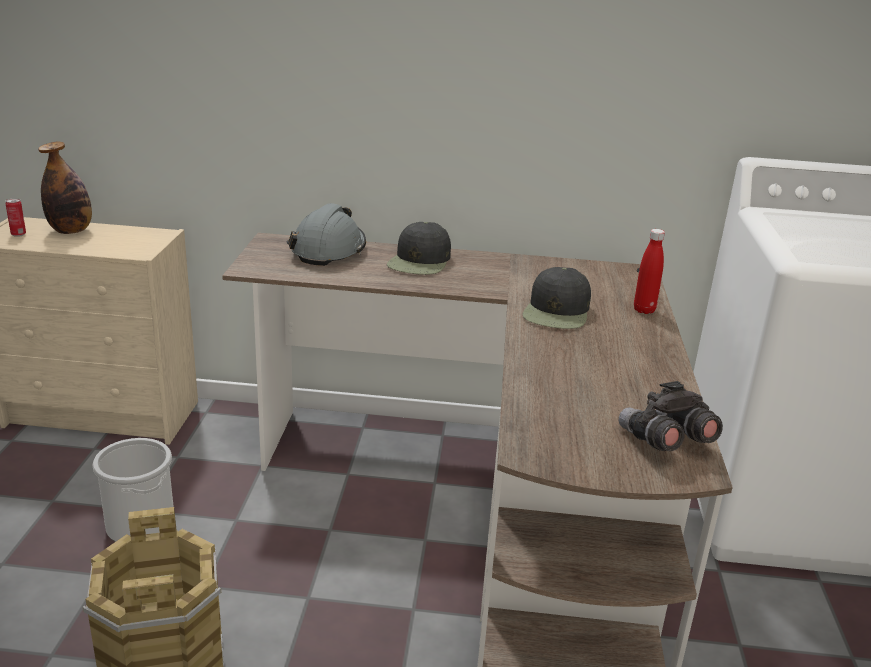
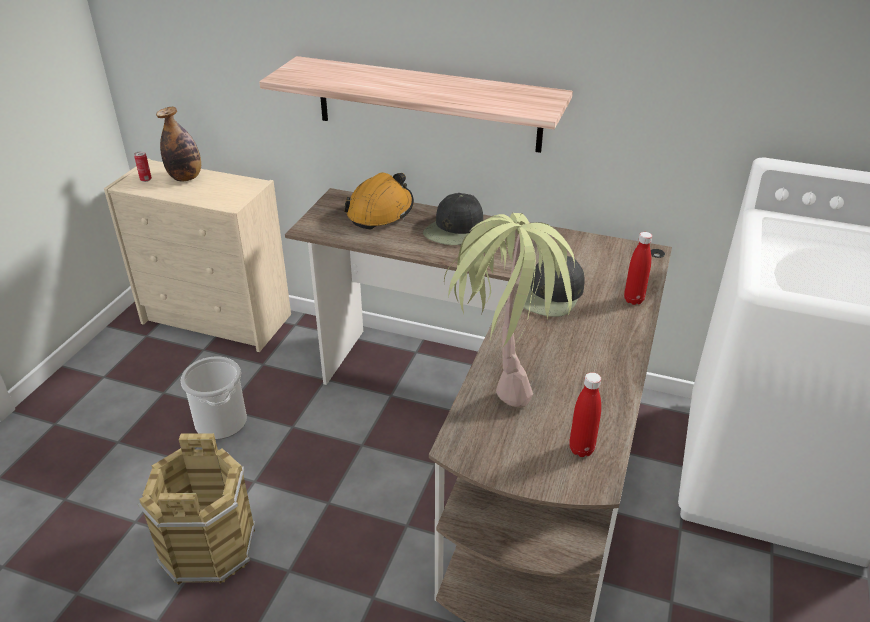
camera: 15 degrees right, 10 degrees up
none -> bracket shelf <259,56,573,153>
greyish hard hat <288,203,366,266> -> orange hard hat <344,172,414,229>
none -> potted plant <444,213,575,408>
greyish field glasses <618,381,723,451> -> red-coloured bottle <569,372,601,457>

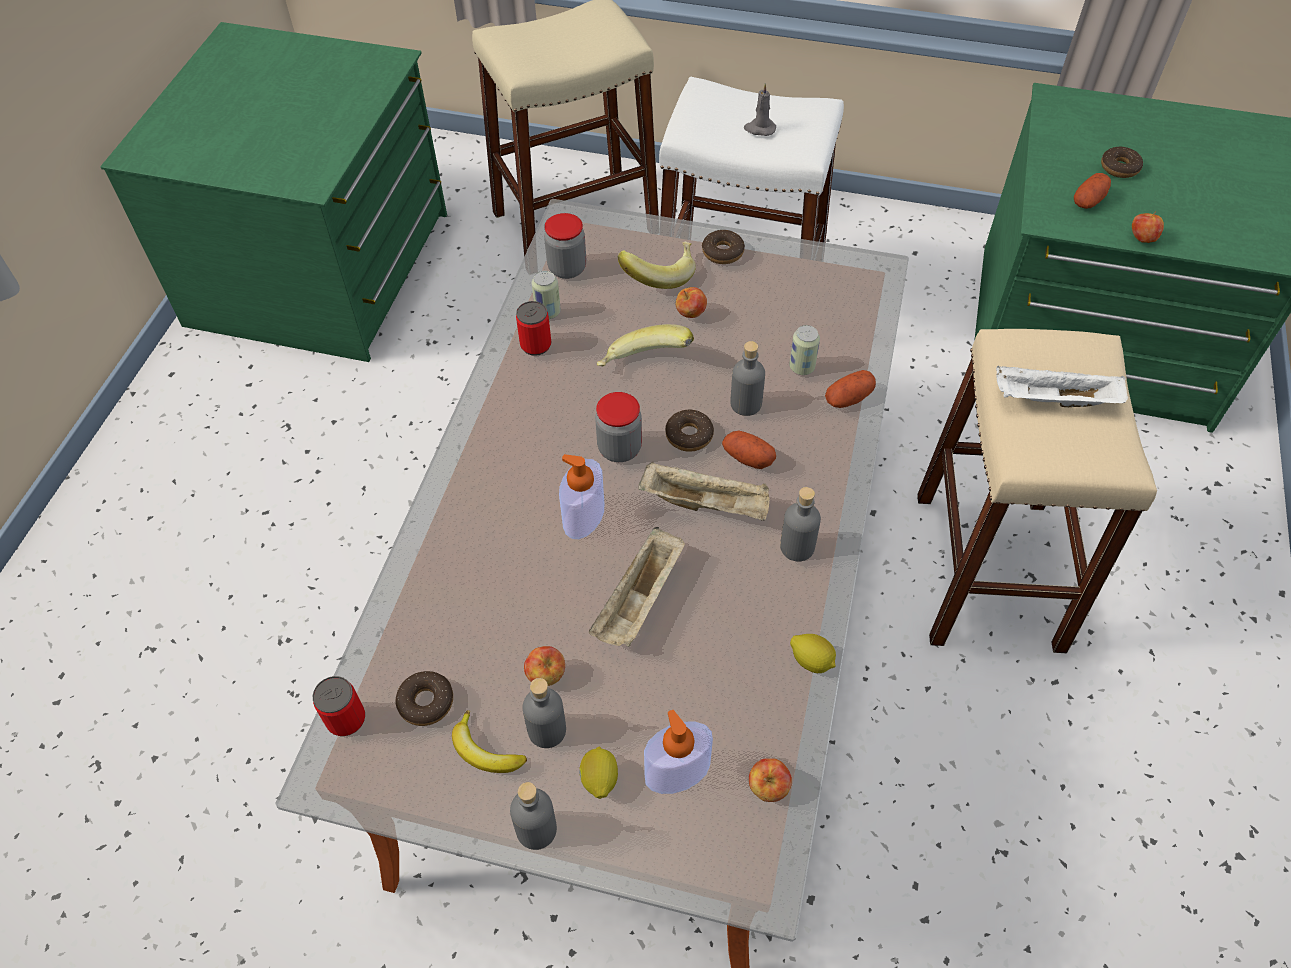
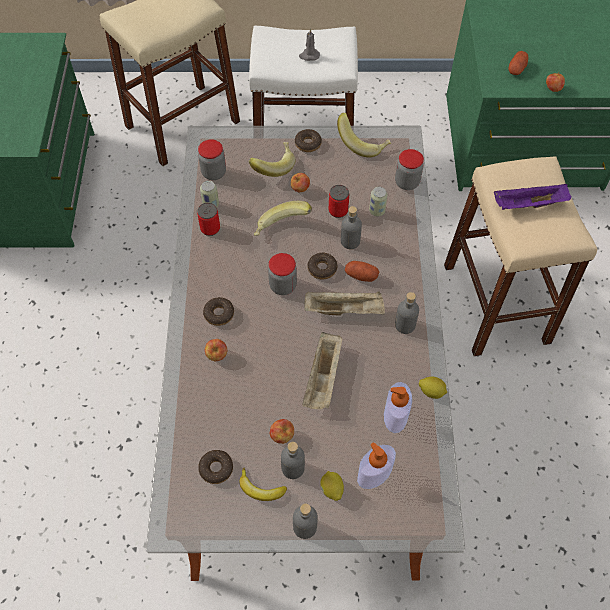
camera: 15 degrees left, 5 degrees up
donut <1101,147,1143,178> -> donut <203,297,234,326>, relocated
whole apple <749,758,792,802> -> whole apple <205,339,227,362>, relocated
can <313,676,365,736> -> can <328,185,349,218>, relocated
none -> banana fruit <337,113,391,157>
soap bottle <559,454,604,539> -> soap bottle <384,382,412,433>, relocated
none -> preserve jar <395,149,424,190>
whitish tray <996,365,1128,407> -> purple-coloured tray <494,183,571,210>
potato <825,370,876,408> -> none

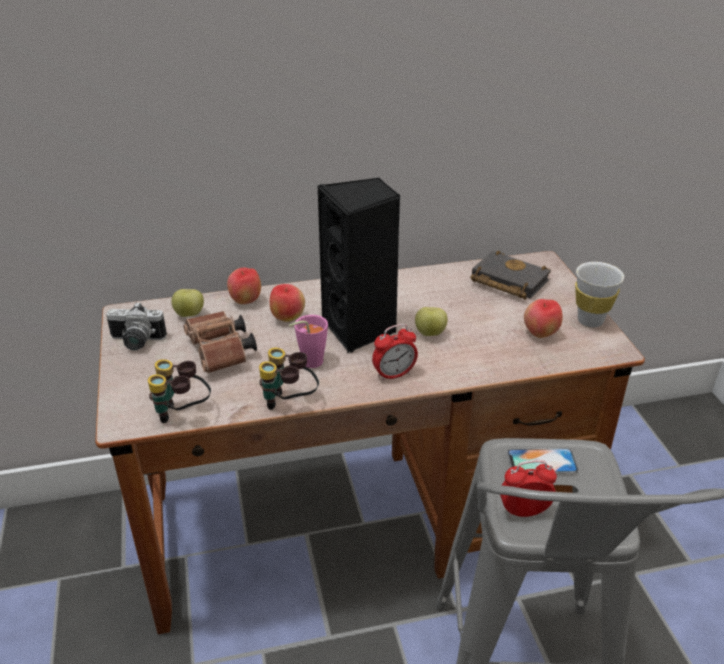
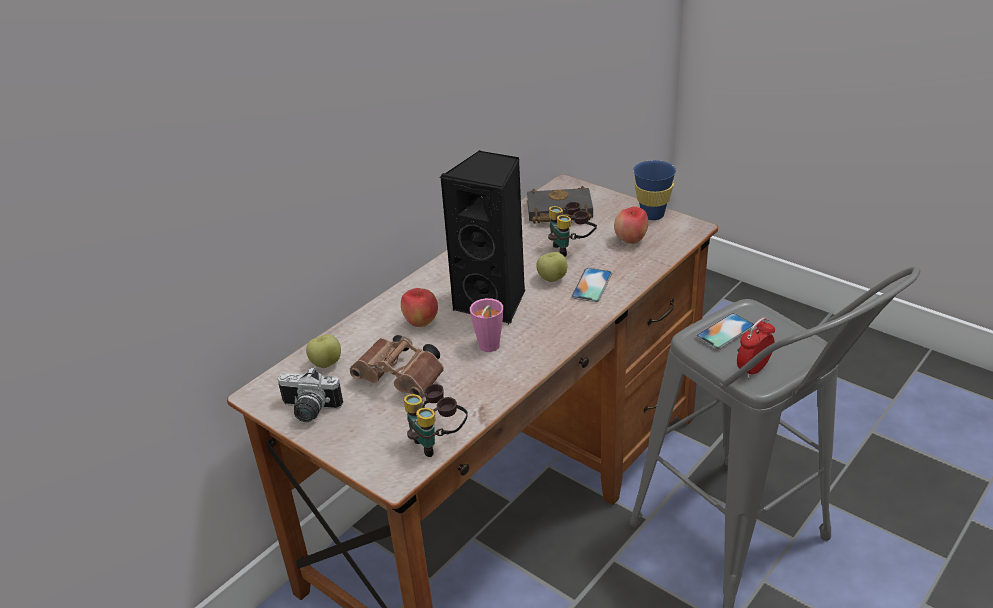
camera: 35 degrees left, 0 degrees up
photo camera <106,302,167,351> -> photo camera <278,367,343,422>, 45 degrees clockwise
field glasses <259,348,319,410> -> field glasses <548,202,597,257>, relocated
none -> handset <571,268,612,302>
whitish small cup <575,262,624,328> -> blue-coloured small cup <633,160,676,220>
whole apple <227,267,261,304> -> none
table clock <372,324,418,381> -> none

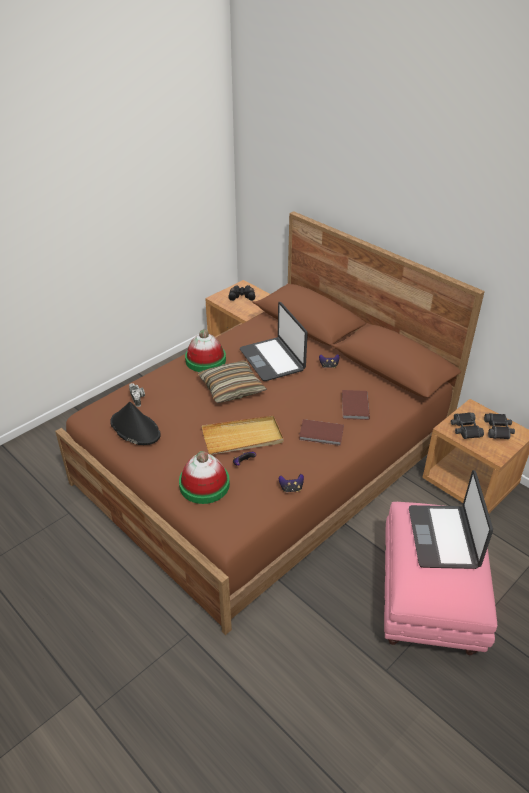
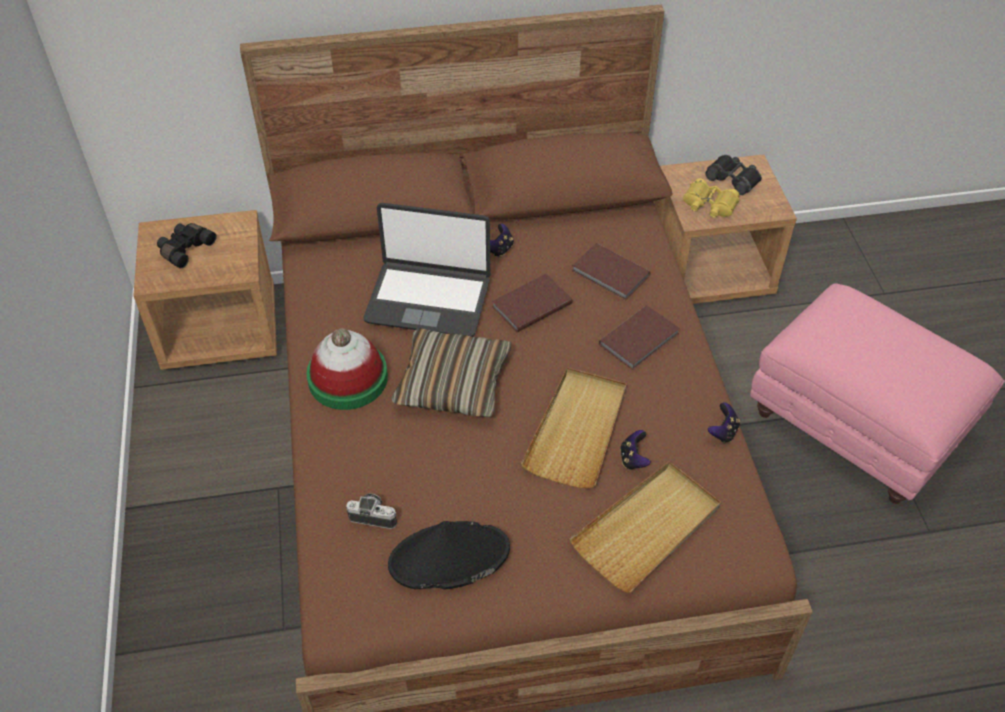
camera: 55 degrees left, 10 degrees up
none -> brownish bound book <492,274,573,332>
wearable hat <179,451,230,504> -> sand-coloured tray <570,462,721,593>
black field glasses <451,412,484,439> -> yellowish field glasses <683,178,739,218>
portable computer <409,470,493,569> -> none

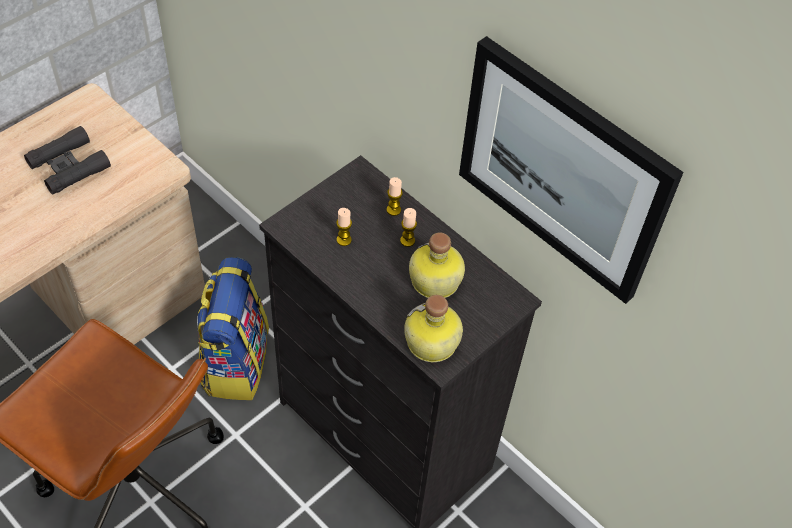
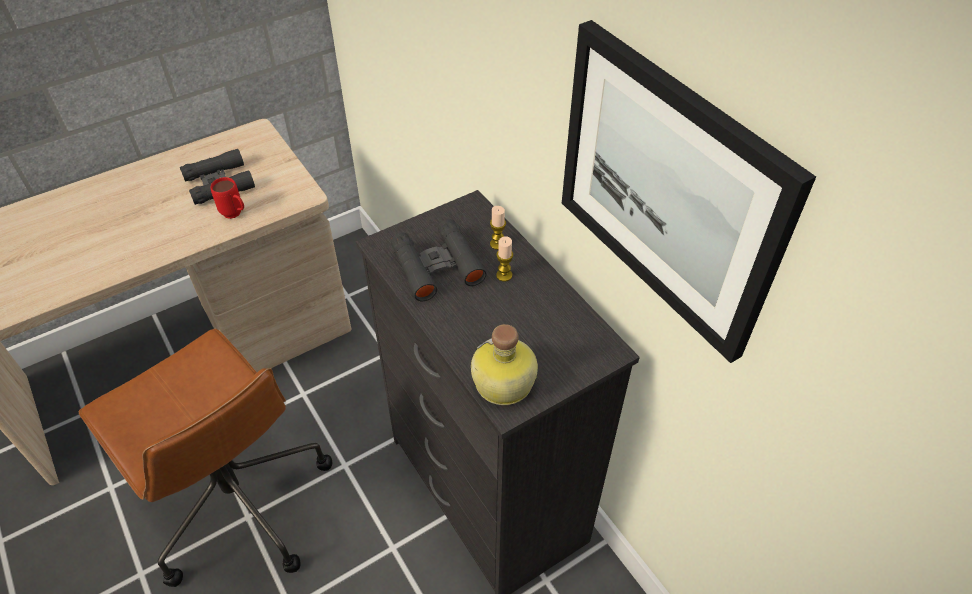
camera: 15 degrees right, 5 degrees down
none -> red-coloured coffee mug <211,177,244,219>
wax light <336,208,352,246> -> black field glasses <391,219,486,301>
rucksack <197,257,269,400> -> none
bottle <409,233,465,298> -> none

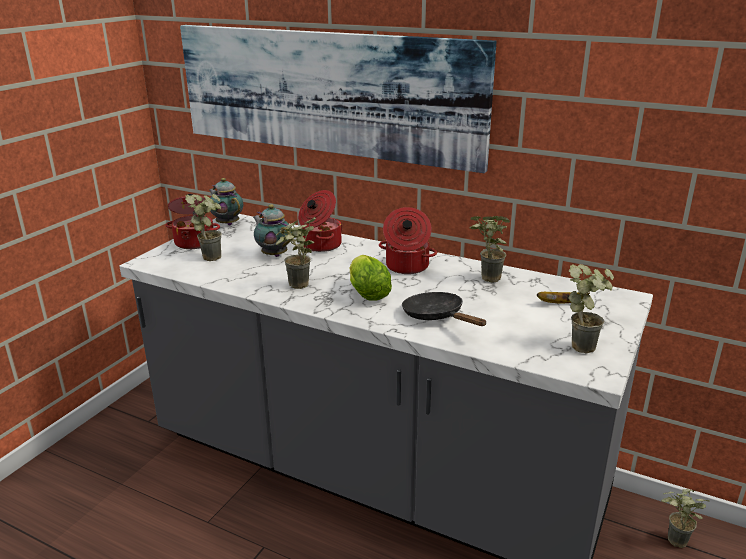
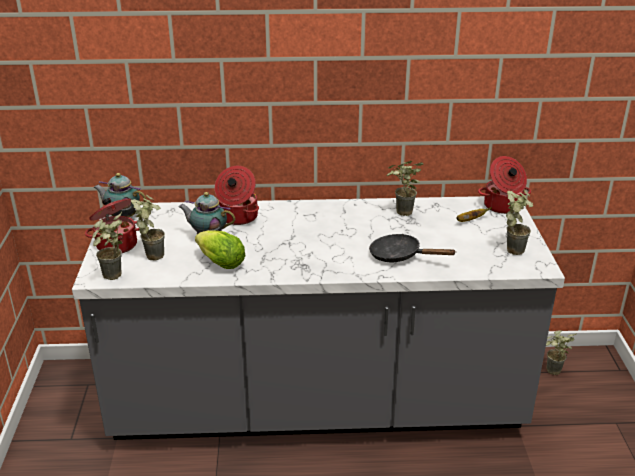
camera: 30 degrees left, 5 degrees up
potted plant <276,217,316,289> -> potted plant <92,211,123,280>, relocated
lettuce head <349,255,392,301> -> lettuce head <195,230,246,269>, relocated
cooking pot <379,207,437,274> -> cooking pot <478,156,531,214>, relocated
wall picture <180,25,497,173> -> none

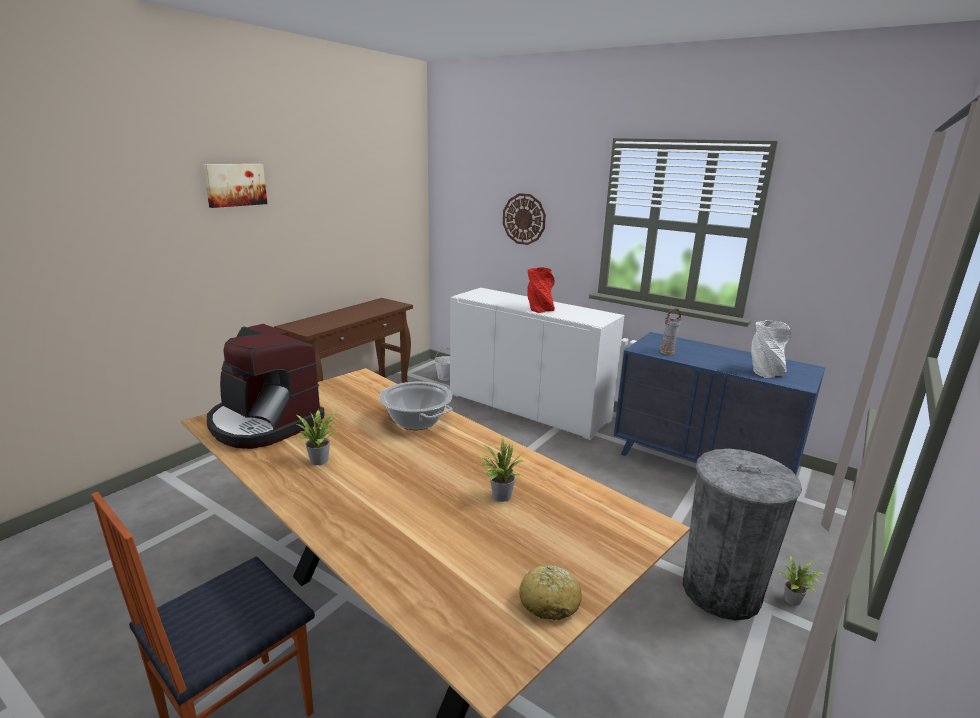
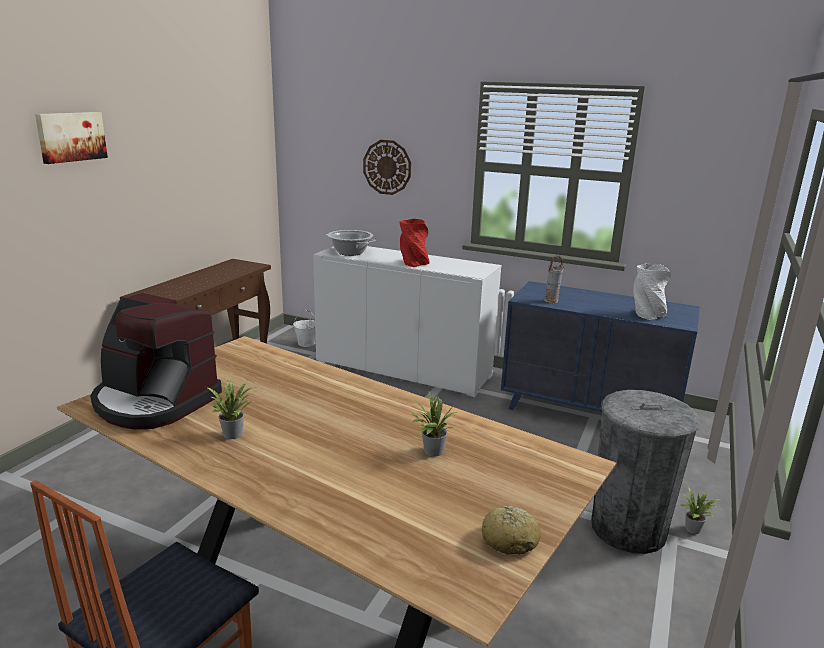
camera: 10 degrees left, 0 degrees up
cooking pot <379,381,452,430> -> cooking pot <326,230,376,256>, relocated

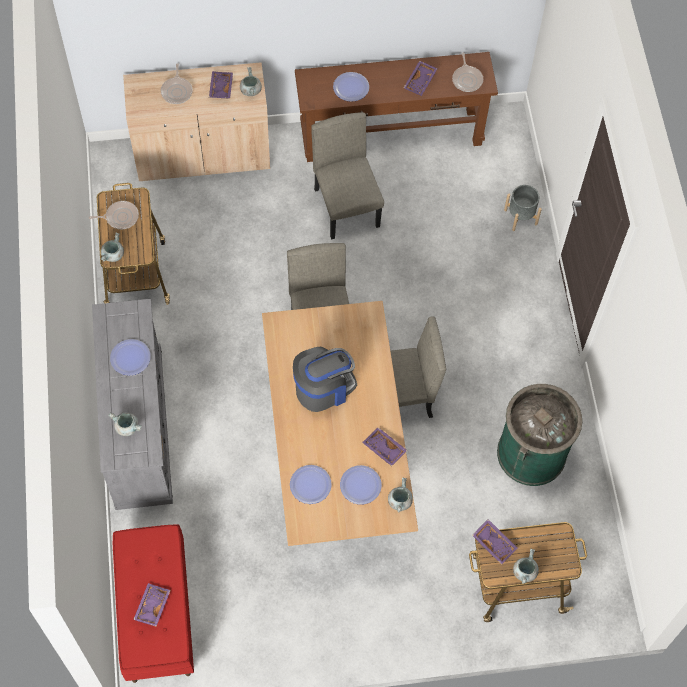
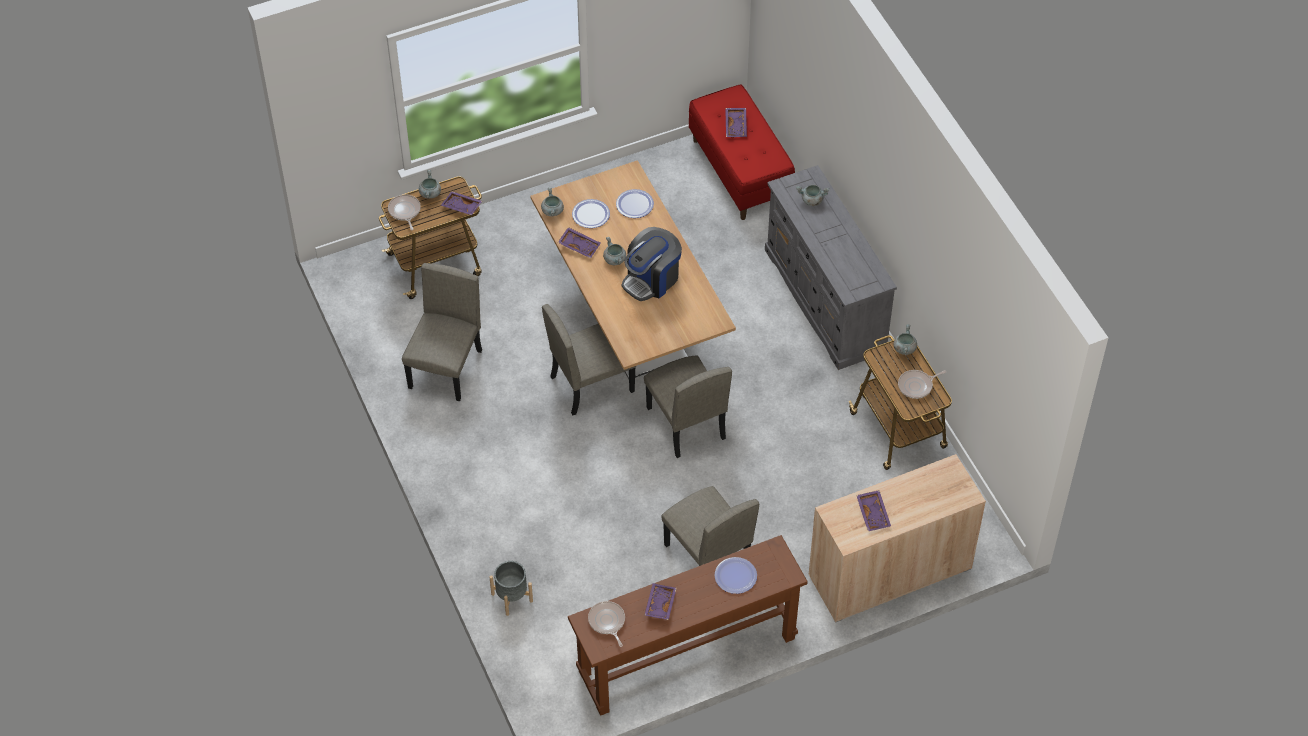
camera: 165 degrees right, 10 degrees down
pan <161,63,193,104> -> pan <388,194,421,230>, relocated
green-coloured waste bin <497,384,582,486> -> sand-coloured plain chair <402,263,482,401>
greyish cooking pot <240,67,262,96> -> greyish cooking pot <603,237,626,265>, relocated
dinner plate <110,339,151,376> -> none

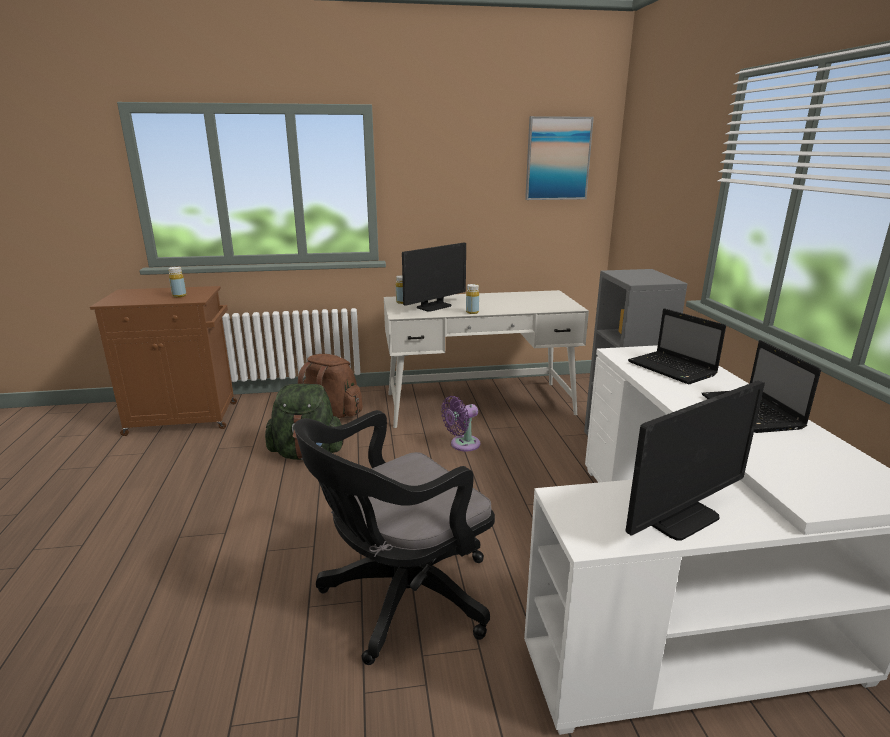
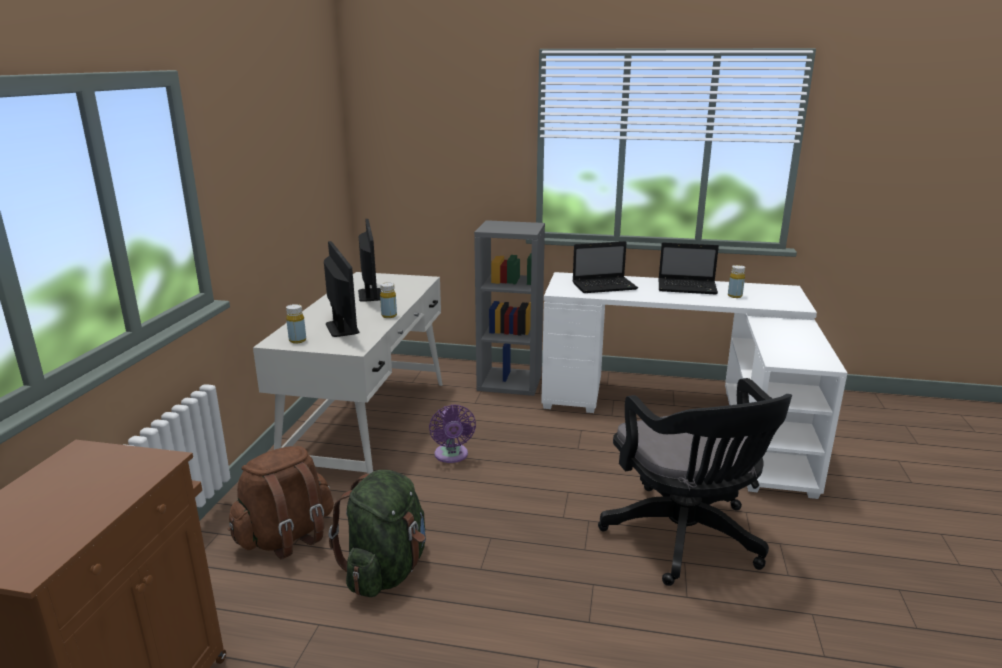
camera: 70 degrees left, 0 degrees up
monitor <625,381,765,541> -> monitor <358,219,381,302>, relocated
yellowish bottle <168,267,186,297> -> yellowish bottle <728,265,745,298>, relocated
wall picture <525,116,594,200> -> none

